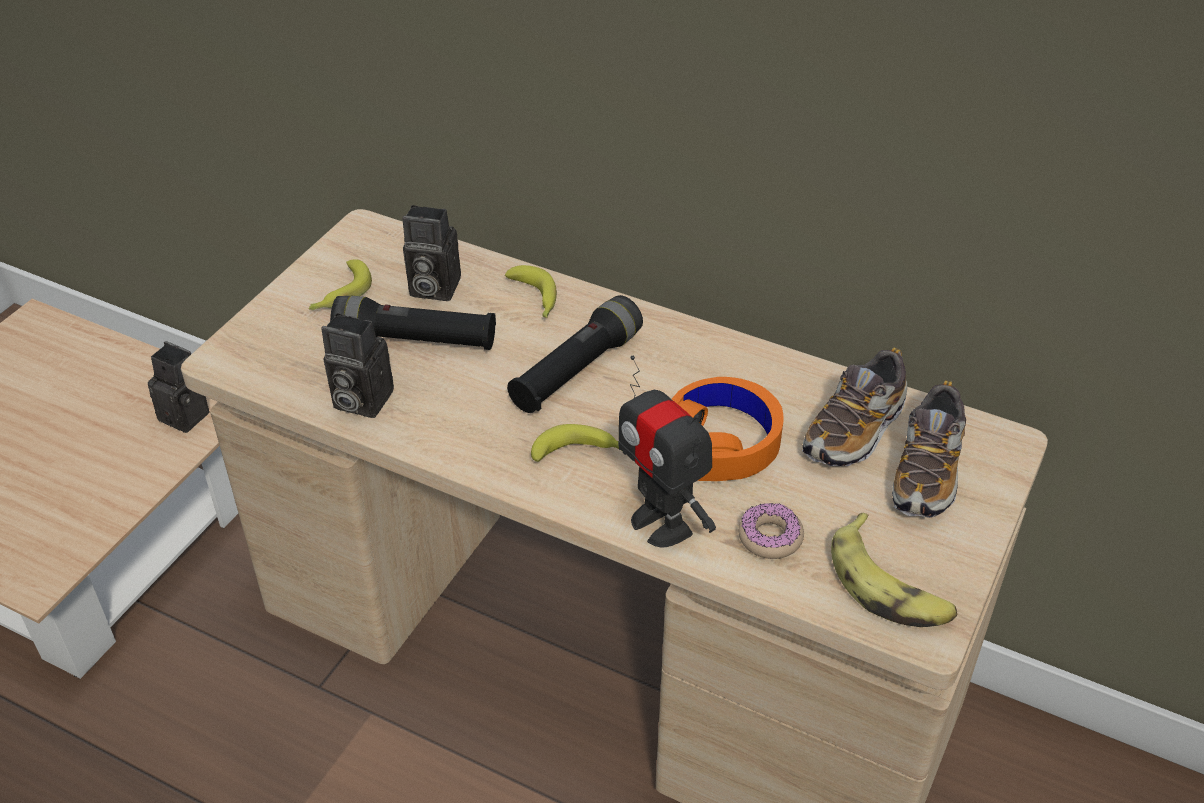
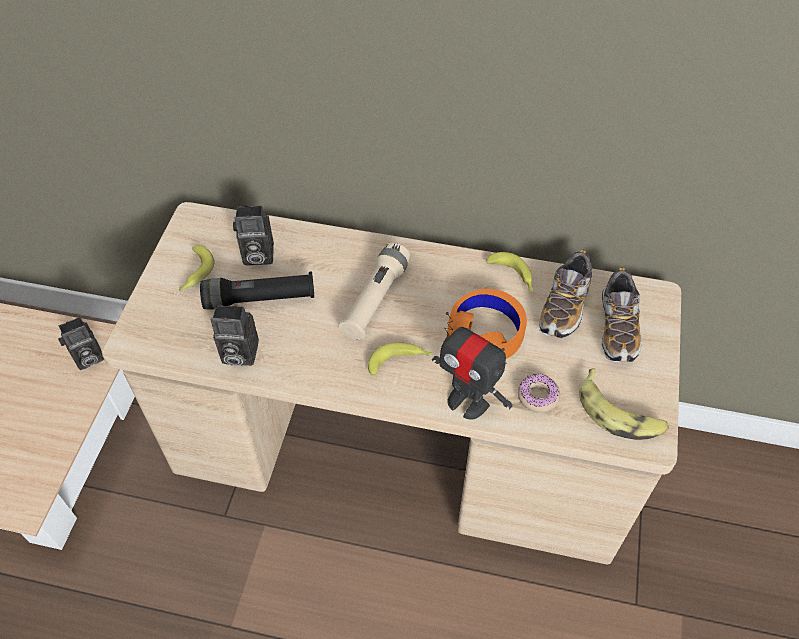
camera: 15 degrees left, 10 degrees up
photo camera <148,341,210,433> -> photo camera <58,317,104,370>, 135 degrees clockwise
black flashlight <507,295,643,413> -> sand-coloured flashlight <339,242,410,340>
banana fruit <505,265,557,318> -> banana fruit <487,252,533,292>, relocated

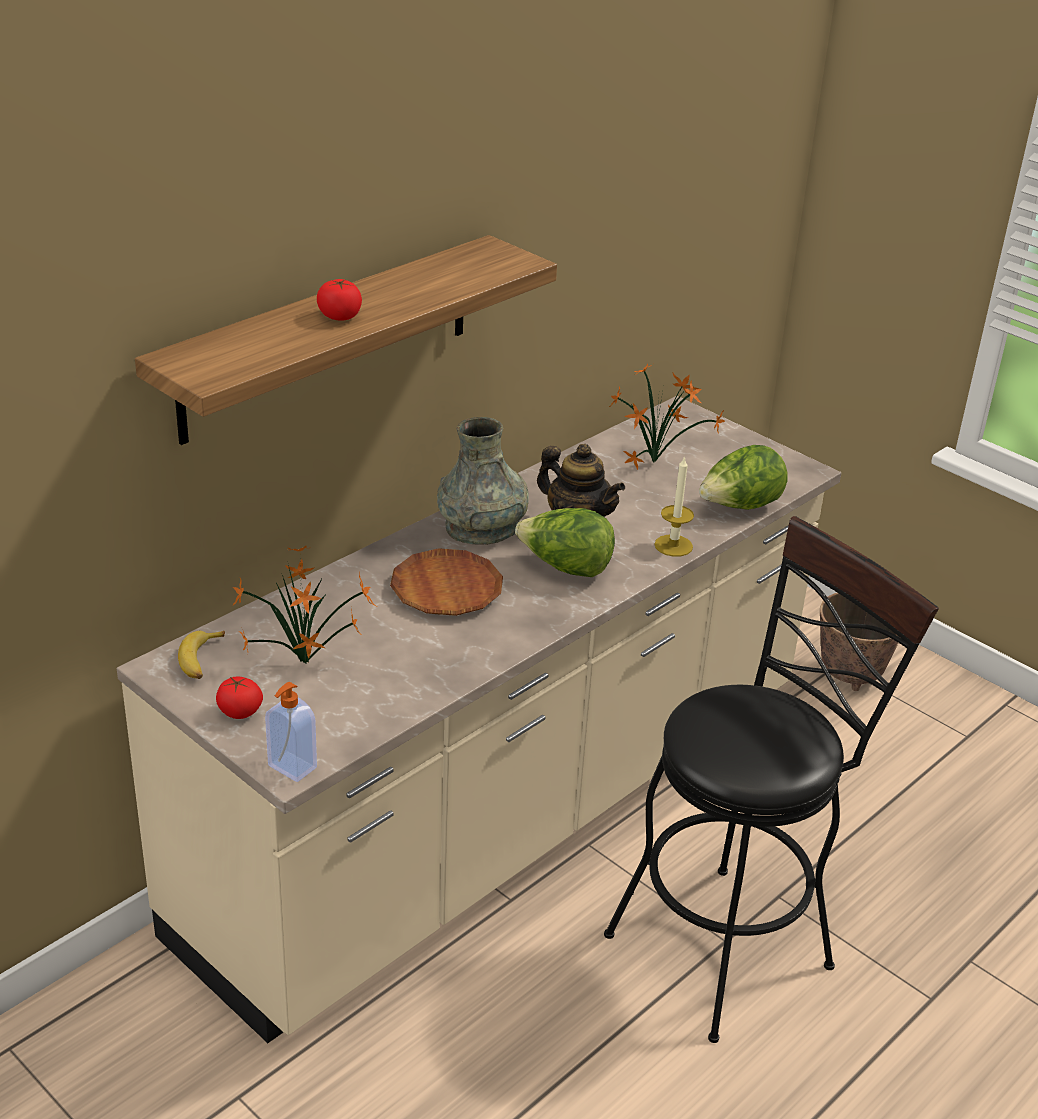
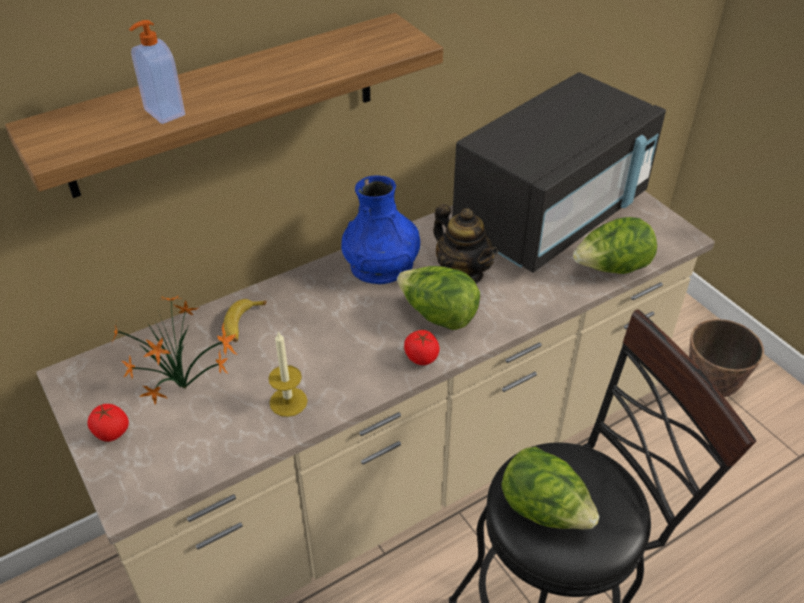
camera: 15 degrees right, 10 degrees up
soap bottle <265,682,317,782> -> soap bottle <129,20,185,124>, relocated
banana fruit <178,631,225,679> -> banana fruit <224,299,266,342>, relocated
wax light <654,456,694,557> -> wax light <268,331,307,417>, relocated
greyish vase <437,417,529,545> -> blue-coloured vase <341,175,420,284>
tomato <317,279,362,321> -> tomato <404,330,440,365>, relocated
potted plant <609,363,725,470> -> black microwave <452,73,666,273>
none -> lettuce head <501,447,599,529>
brownish dinner plate <390,548,503,616> -> none

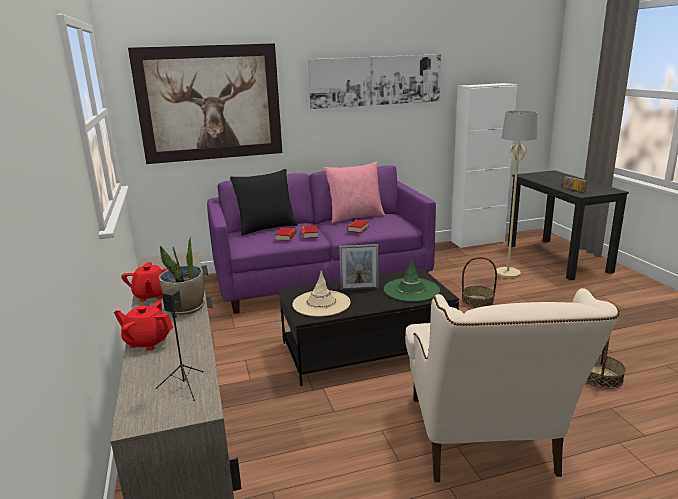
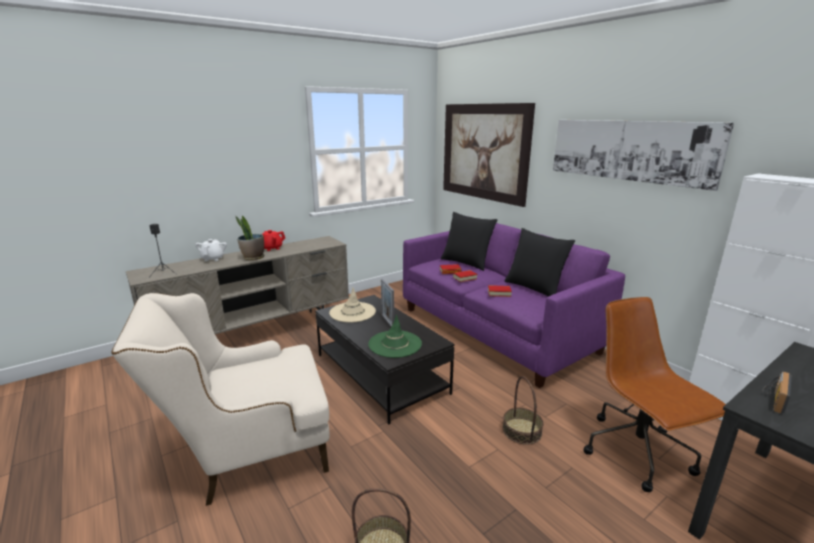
camera: 70 degrees right, 0 degrees up
red-coloured tea pot <114,301,173,350> -> whitish tea pot <195,239,227,261>
pink-coloured pillow <324,162,385,223> -> black pillow <504,228,575,297>
sand-coloured floor lamp <496,110,537,279> -> brownish desk chair <583,297,726,492>

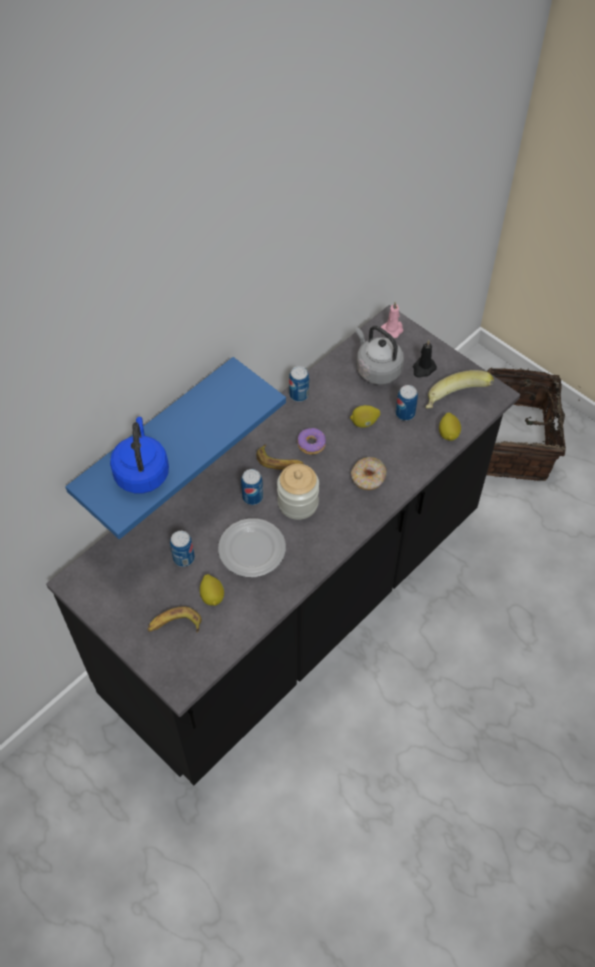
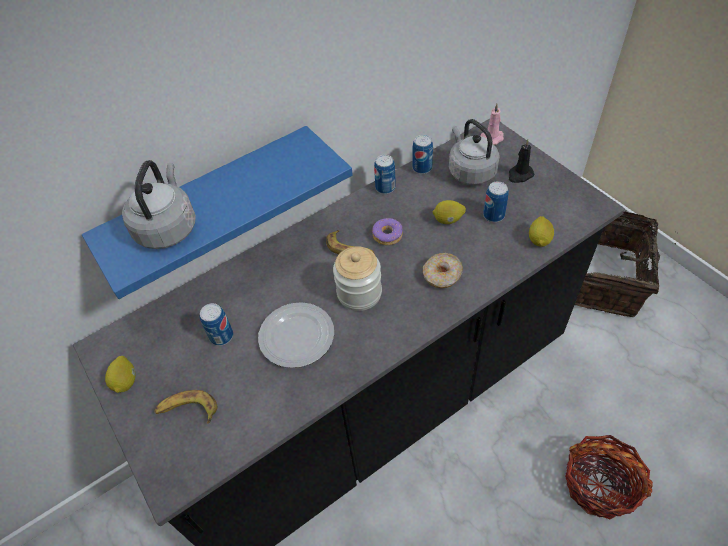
camera: 15 degrees right, 5 degrees down
lemon <200,574,224,606> -> lemon <105,356,135,393>, relocated
blue-coloured tea kettle <110,417,169,494> -> greyish tea kettle <122,160,196,249>
can <241,469,263,505> -> can <412,135,433,174>, relocated
none -> storage basket <565,435,653,519>
banana fruit <426,370,494,409> -> none

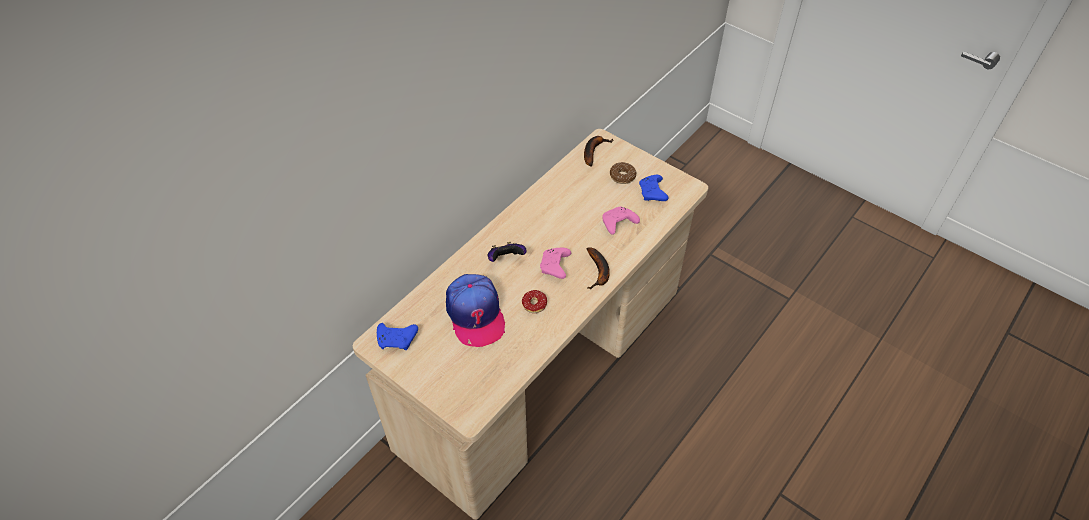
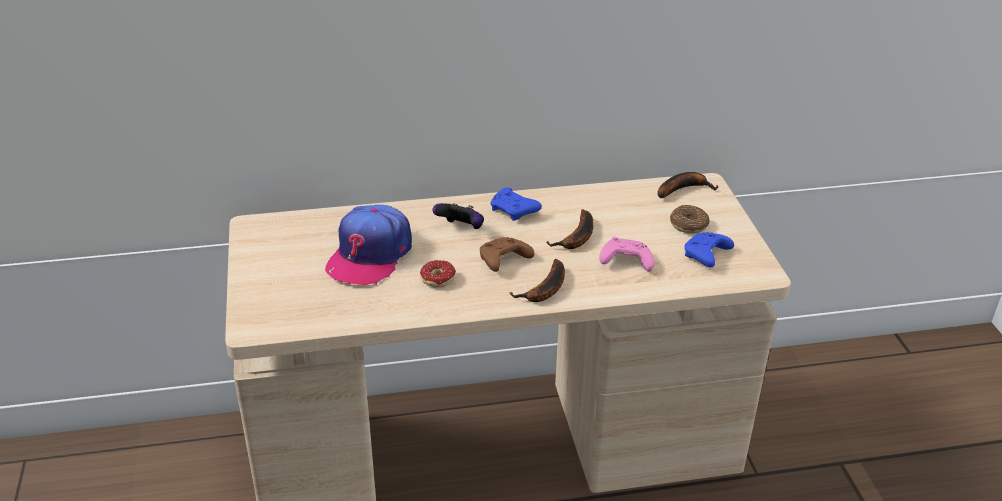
camera: 40 degrees right, 15 degrees down
pink-coloured joypad <540,248,571,279> -> brownish joypad <480,237,534,272>
blue-coloured joypad <377,323,418,350> -> blue-coloured joypad <490,188,542,221>, relocated
none -> banana fruit <546,209,594,249>

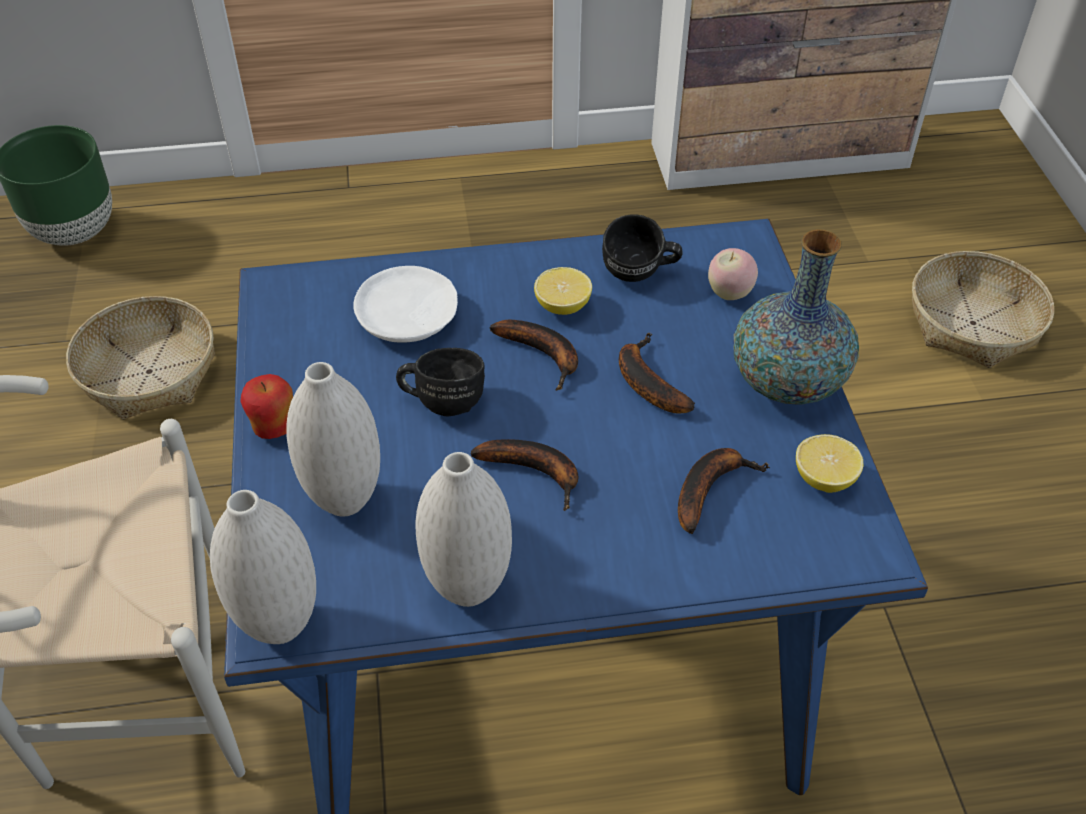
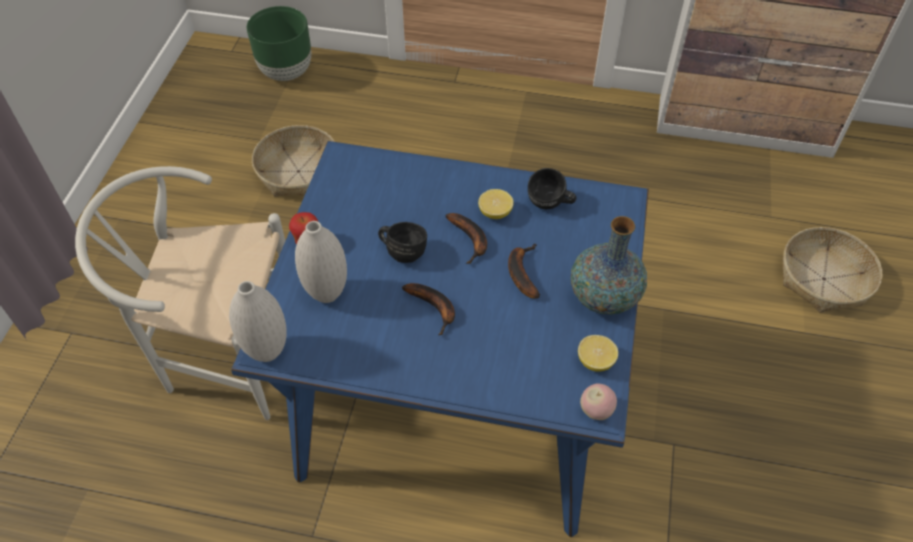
camera: 20 degrees right, 5 degrees up
whole apple <708,248,758,300> -> whole apple <580,383,617,420>, relocated
whitish dinner plate <353,266,458,343> -> none
whitish vase <415,452,512,607> -> none
banana fruit <678,448,770,534> -> none

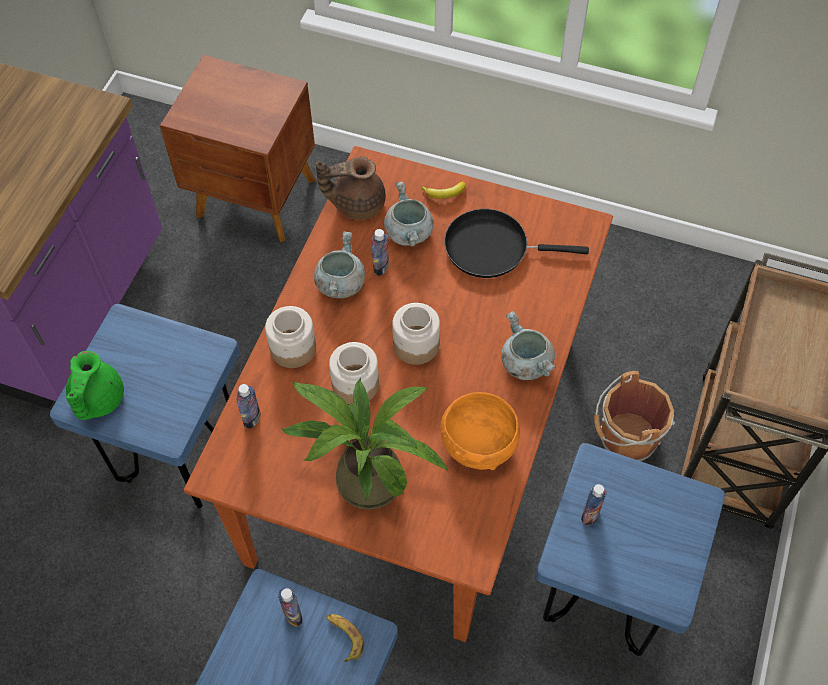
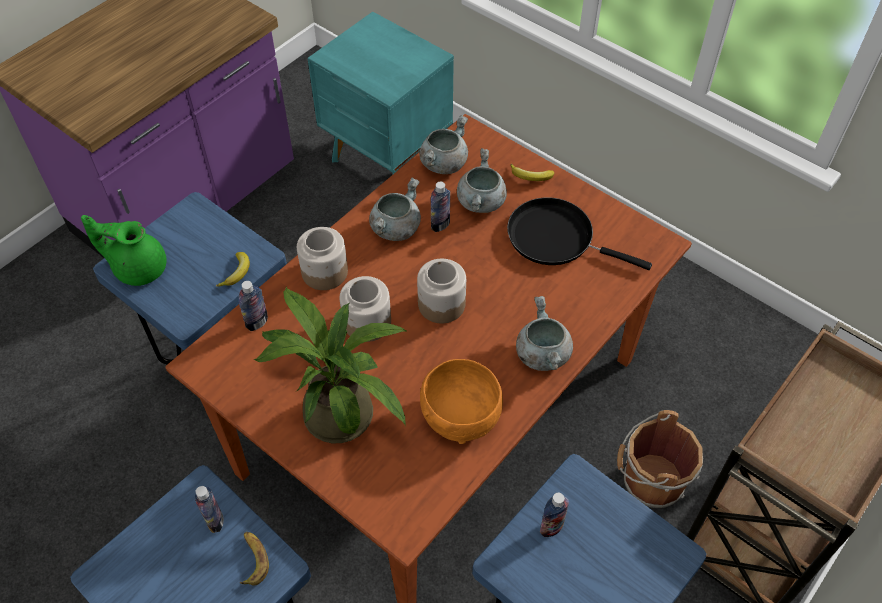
camera: 20 degrees right, 5 degrees down
green-coloured tea pot <66,351,124,420> -> green-coloured tea pot <81,215,167,286>, 75 degrees clockwise
none -> banana fruit <216,252,250,287>
brownish nightstand <160,55,315,242> -> turquoise nightstand <308,12,454,174>
brownish tea pot <316,156,386,220> -> greyish cooking pot <419,115,468,174>

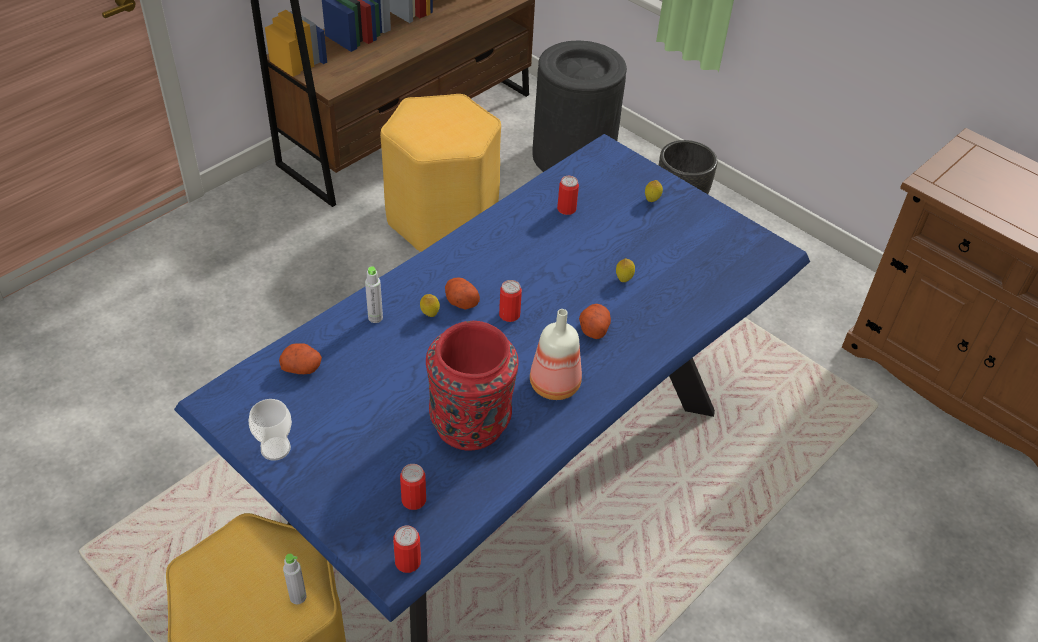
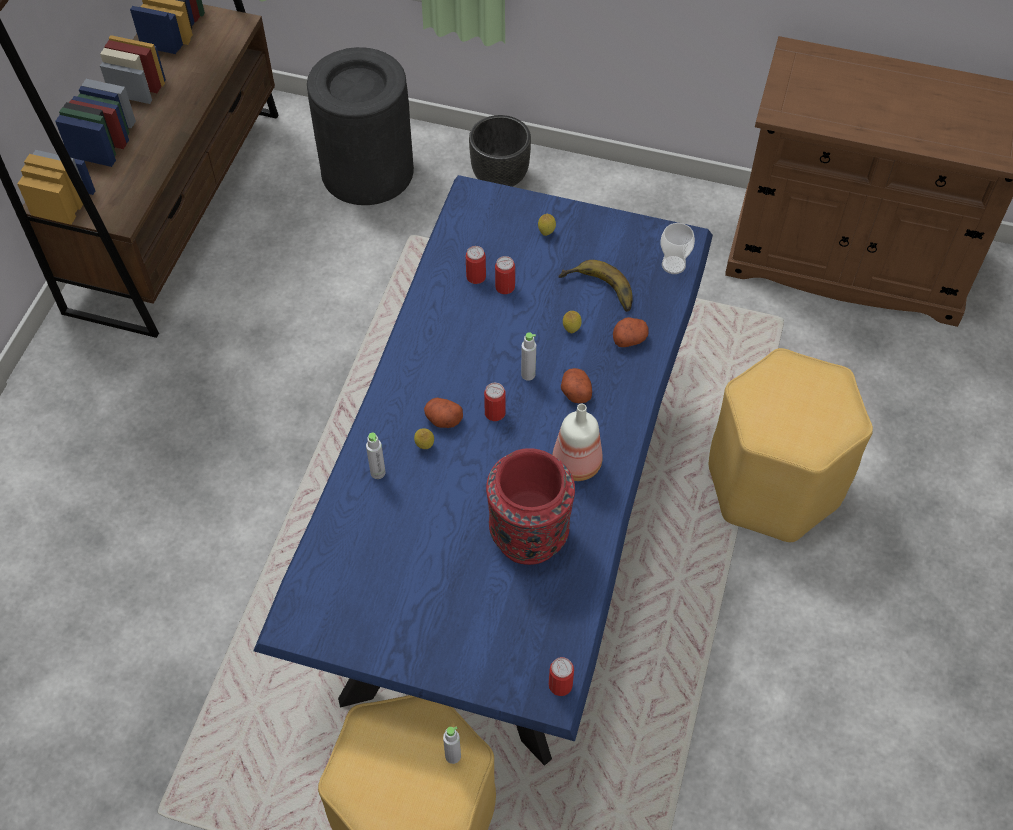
camera: 25 degrees left, 10 degrees up
can <400,464,426,510> -> can <495,256,515,294>, relocated
none -> greyish bottle <521,332,536,381>
none -> banana fruit <558,260,633,312>
potato <279,343,322,374> -> potato <613,317,649,347>, relocated
small cup <248,399,292,461> -> small cup <660,223,695,274>, relocated
yellowish stool seat <380,94,501,252> -> yellowish stool seat <709,348,873,542>, relocated

